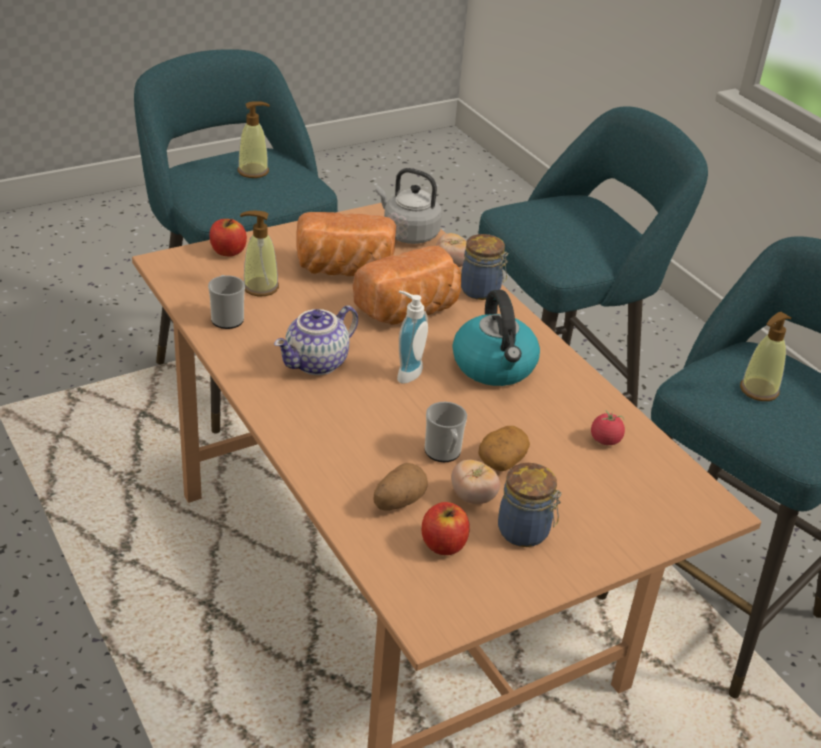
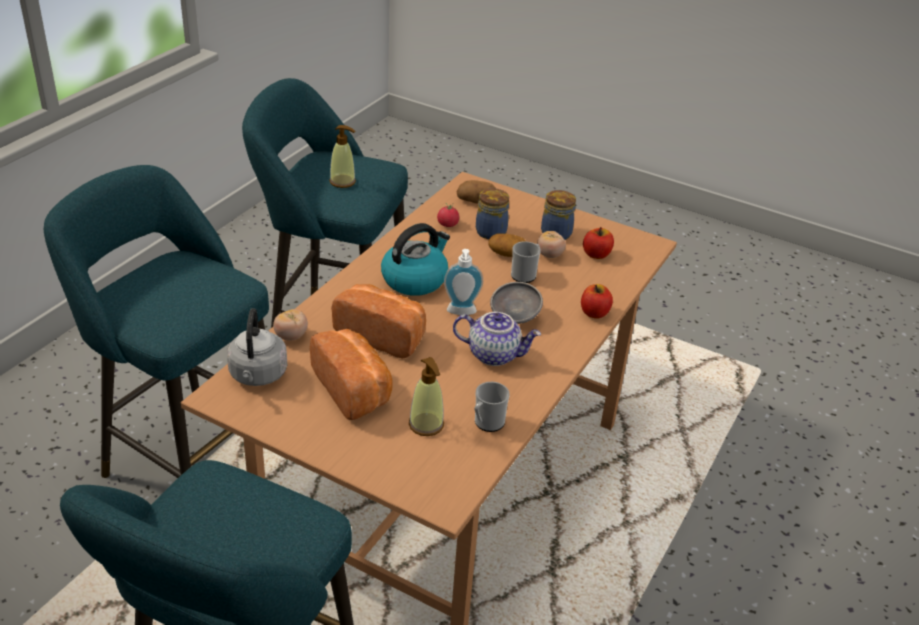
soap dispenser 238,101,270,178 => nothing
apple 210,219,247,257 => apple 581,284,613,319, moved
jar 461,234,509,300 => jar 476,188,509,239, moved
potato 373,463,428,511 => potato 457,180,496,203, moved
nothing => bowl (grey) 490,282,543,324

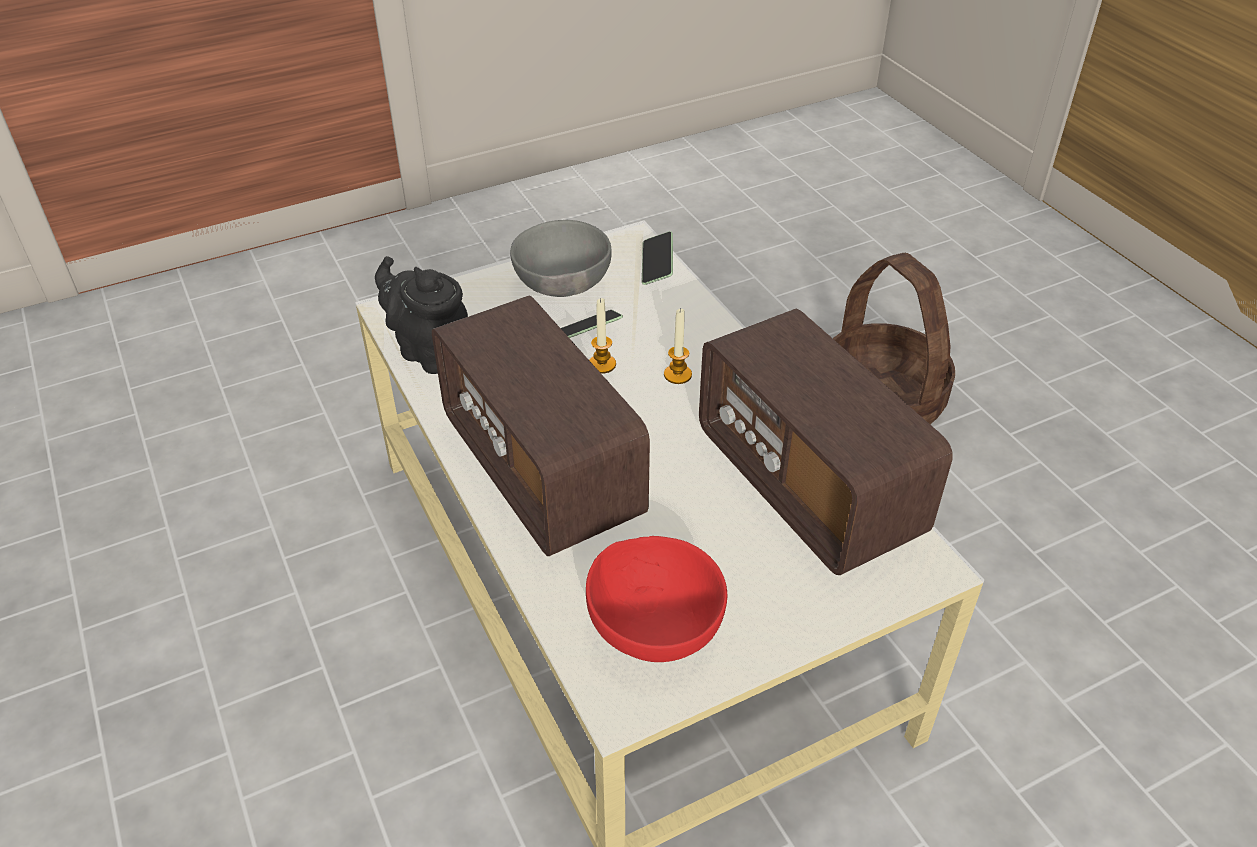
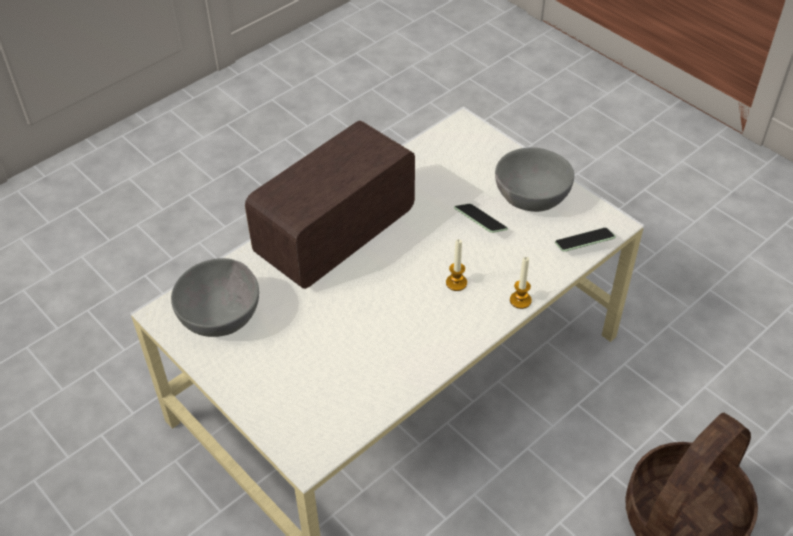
teapot (black) 375,256,468,374 => nothing
candle 589,298,616,374 => candle 510,257,532,309, moved
radio 699,308,953,575 => nothing
bowl (red) 586,536,727,662 => bowl (grey) 171,258,259,337

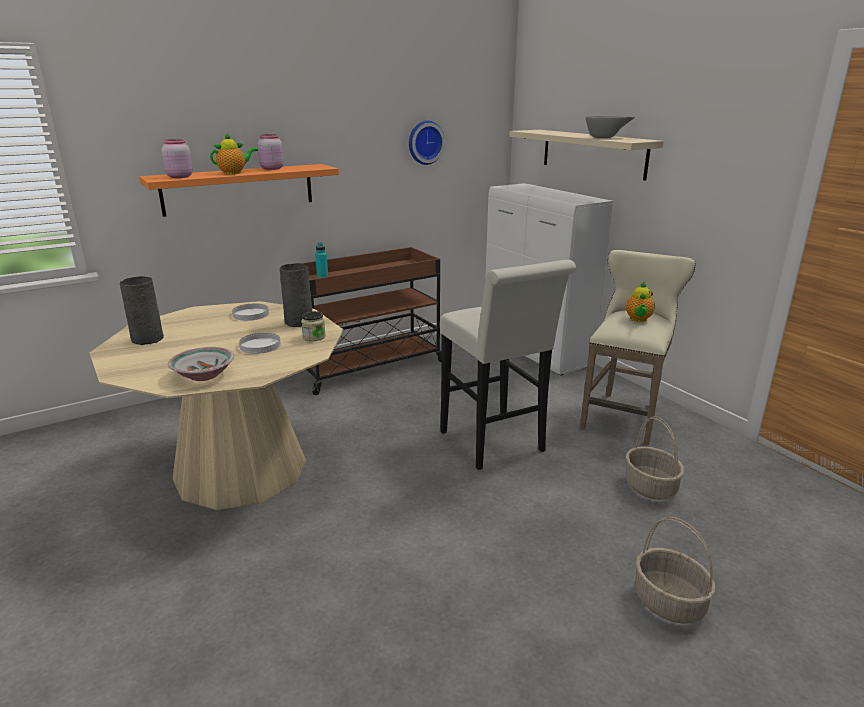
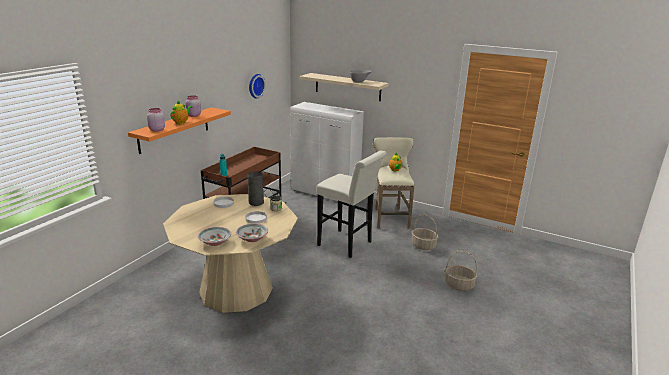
vase (grey) 120,276,164,345 => nothing
nothing => bowl 198,227,231,246

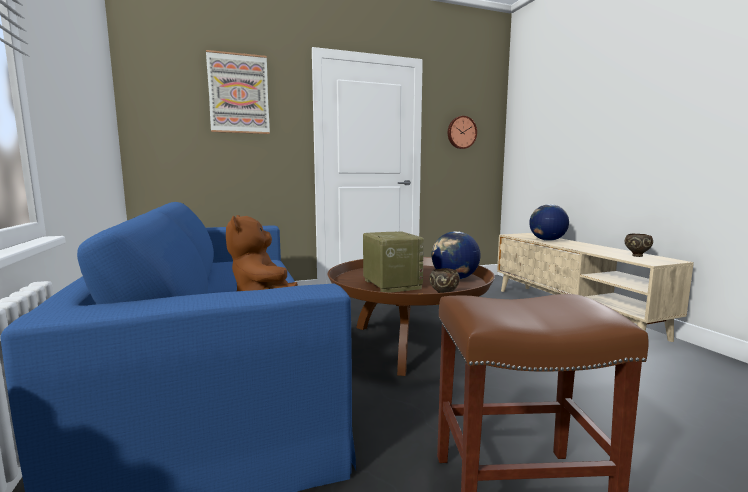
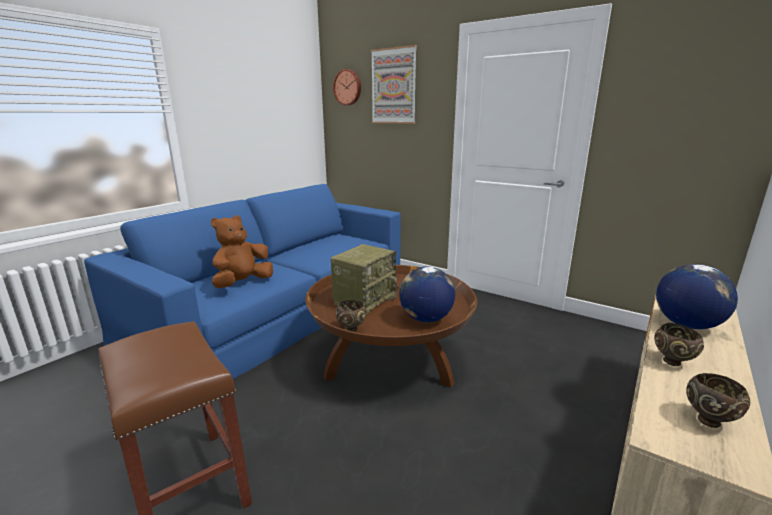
wall clock 448,116,477,149 => wall clock 333,69,361,105, moved
nothing => bowl (brown) 654,323,704,366

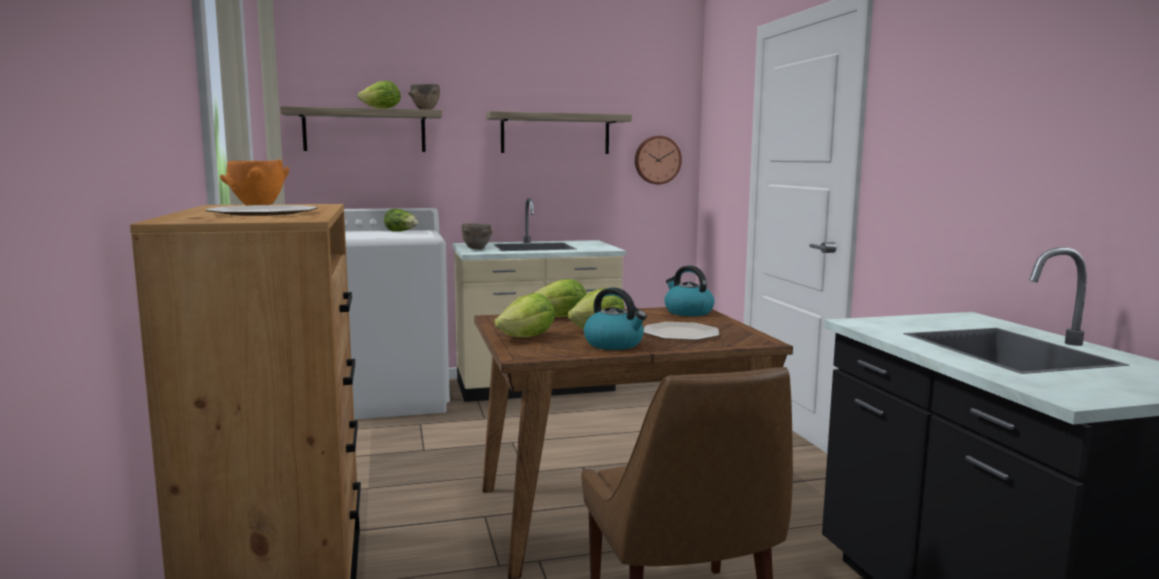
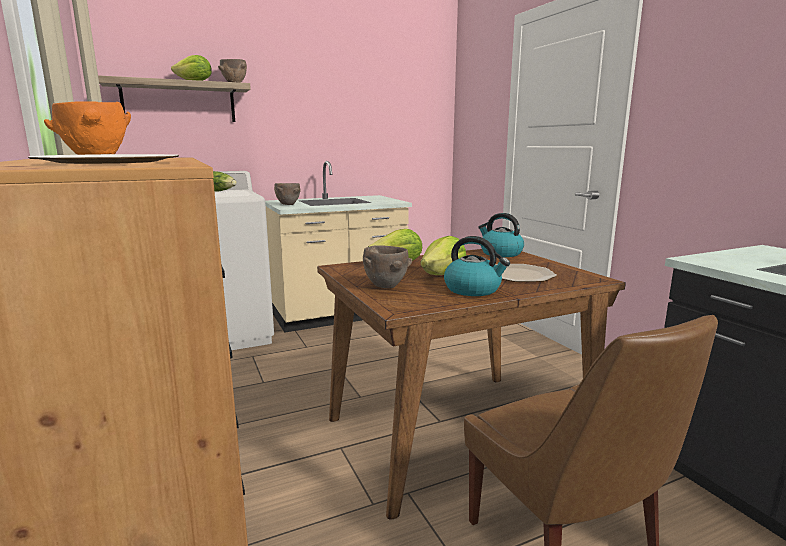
shelf 486,111,632,154 => nothing
wall clock 635,136,682,184 => nothing
lettuce 494,293,555,337 => bowl (brown) 363,245,412,288

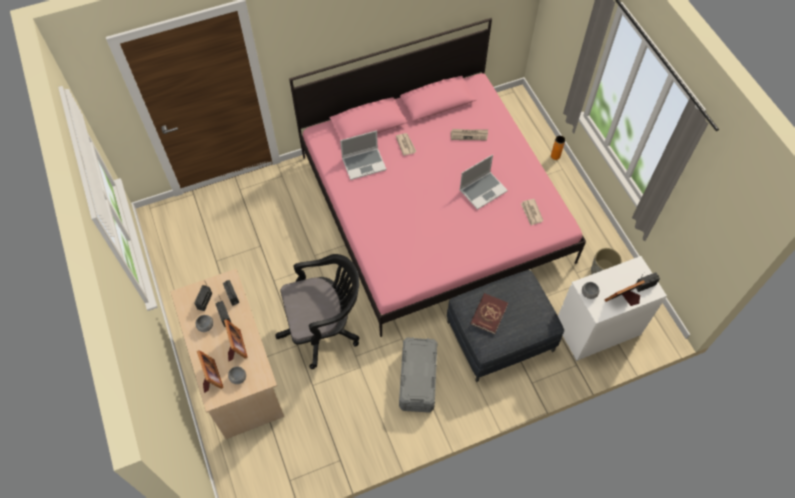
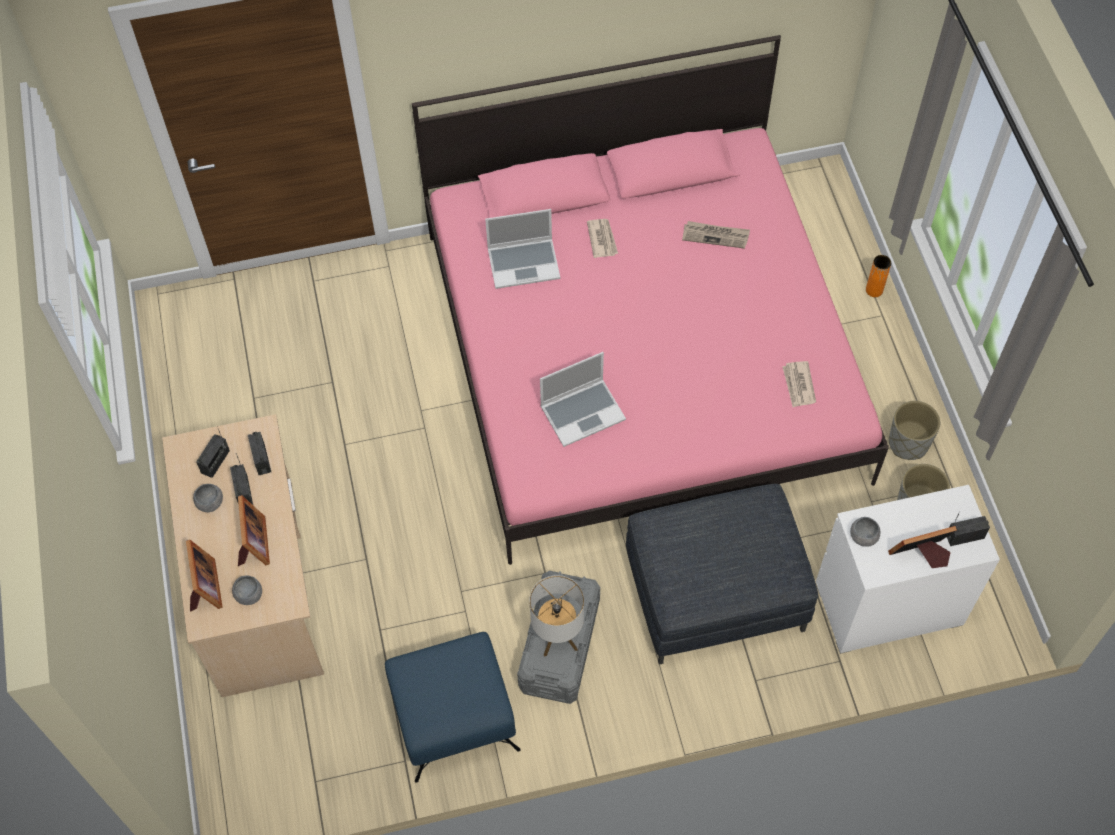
laptop 460,154,508,210 => laptop 540,352,626,447, moved
office chair (black) 276,254,360,369 => nothing
book (red) 471,293,508,334 => nothing
nothing => planter (grey) 889,401,940,460
nothing => table lamp 529,575,584,657
nothing => ottoman (blue) 385,632,520,782

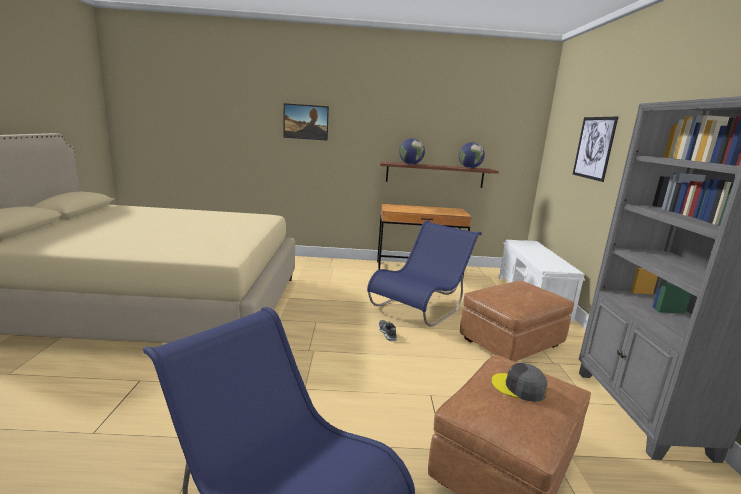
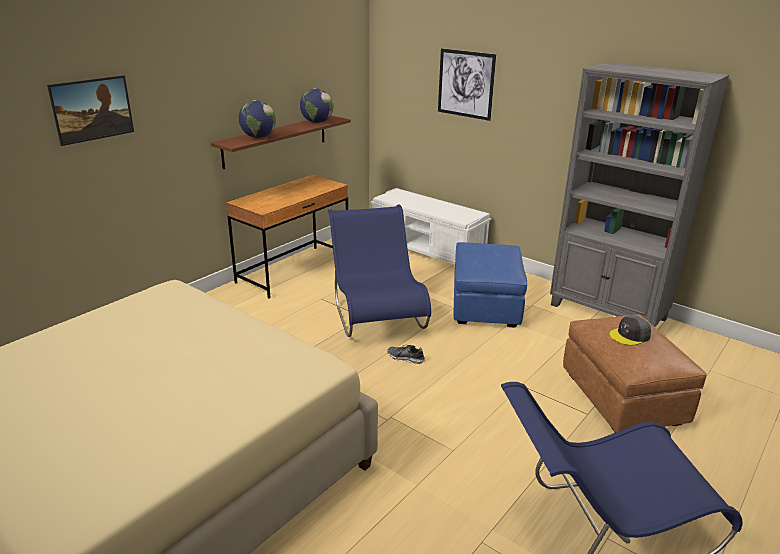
ottoman (brown) 460,281,574,362 => ottoman (blue) 454,242,527,328

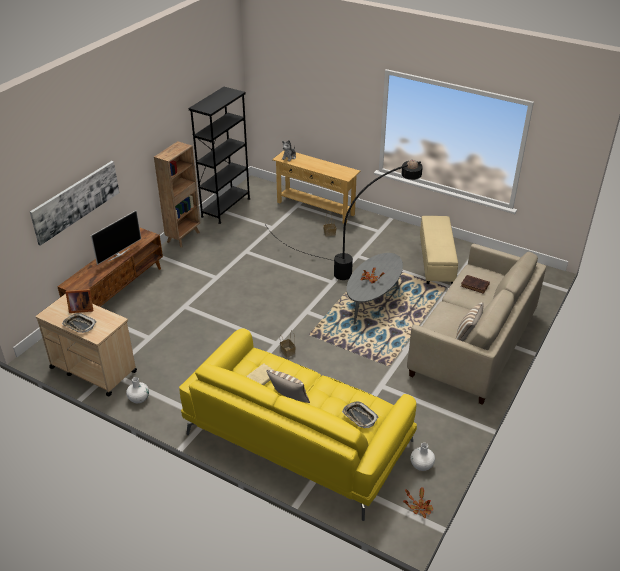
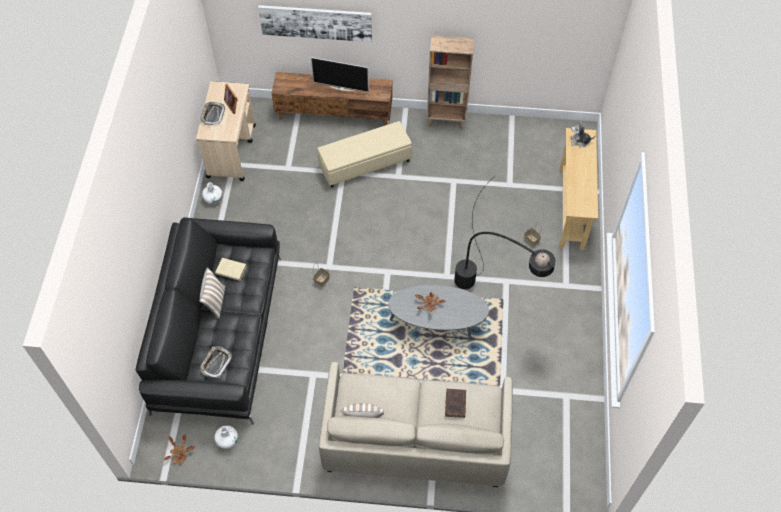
bookcase (black) 188,87,250,224 => nothing
ottoman (beige) 420,216,458,285 => ottoman (beige) 317,121,412,188, moved
sofa (yellow) 179,328,417,521 => sofa (black) 136,217,281,425

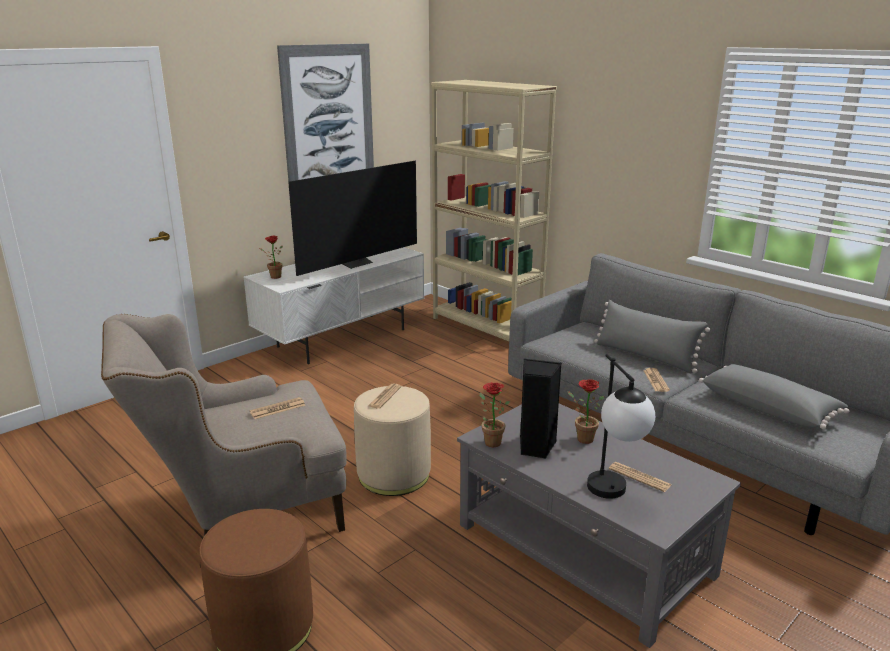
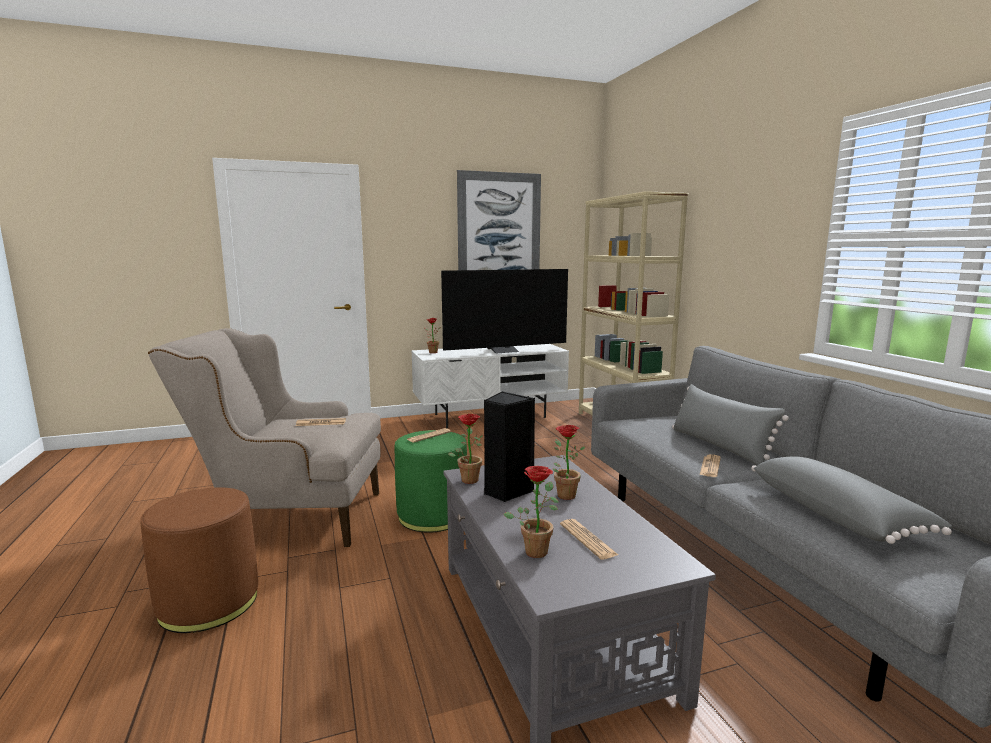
table lamp 587,354,655,499 => potted plant 503,466,559,558
ottoman (beige) 354,386,431,496 => ottoman (green) 395,430,467,533

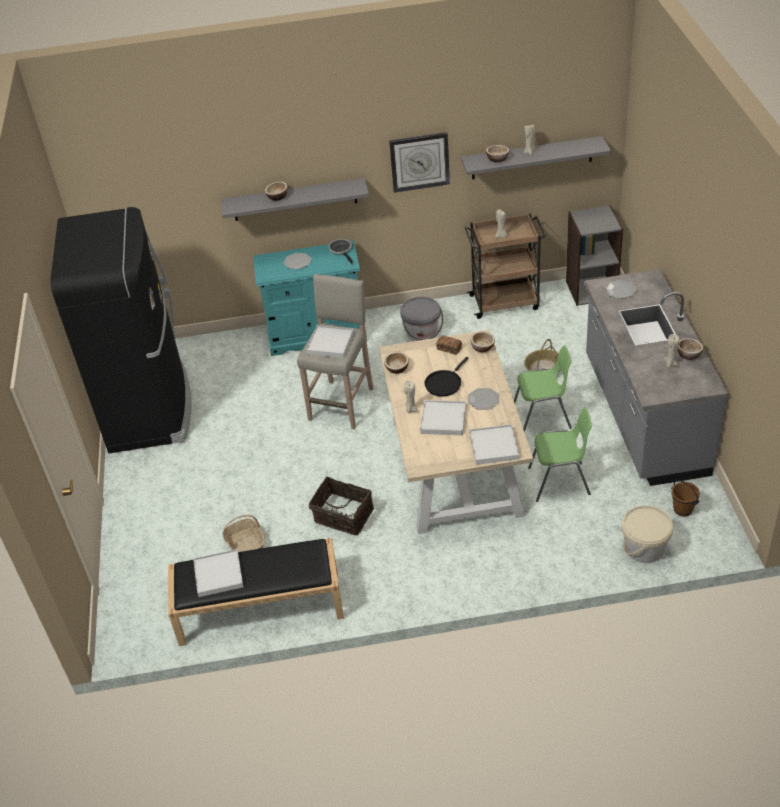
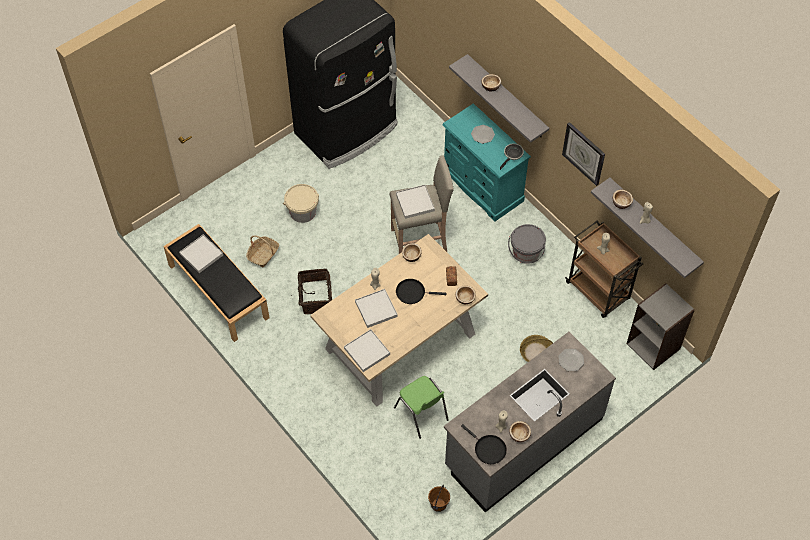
chair (green) 514,345,572,432 => nothing
plate 468,388,499,409 => nothing
bucket (beige) 621,505,673,563 => bucket (beige) 283,184,319,223, moved
nothing => frying pan (black) 461,424,507,464

